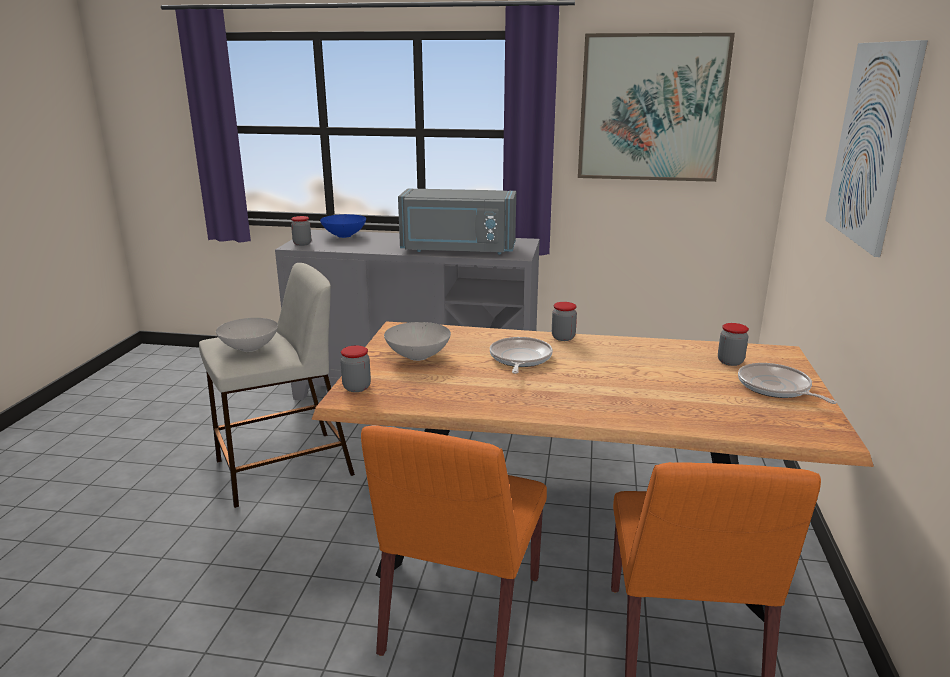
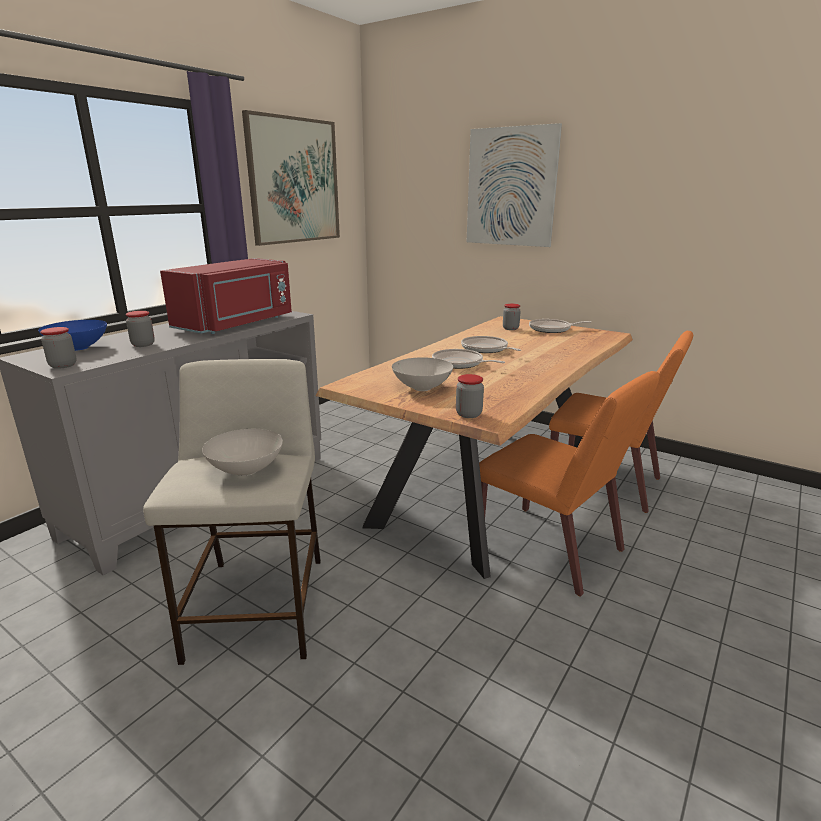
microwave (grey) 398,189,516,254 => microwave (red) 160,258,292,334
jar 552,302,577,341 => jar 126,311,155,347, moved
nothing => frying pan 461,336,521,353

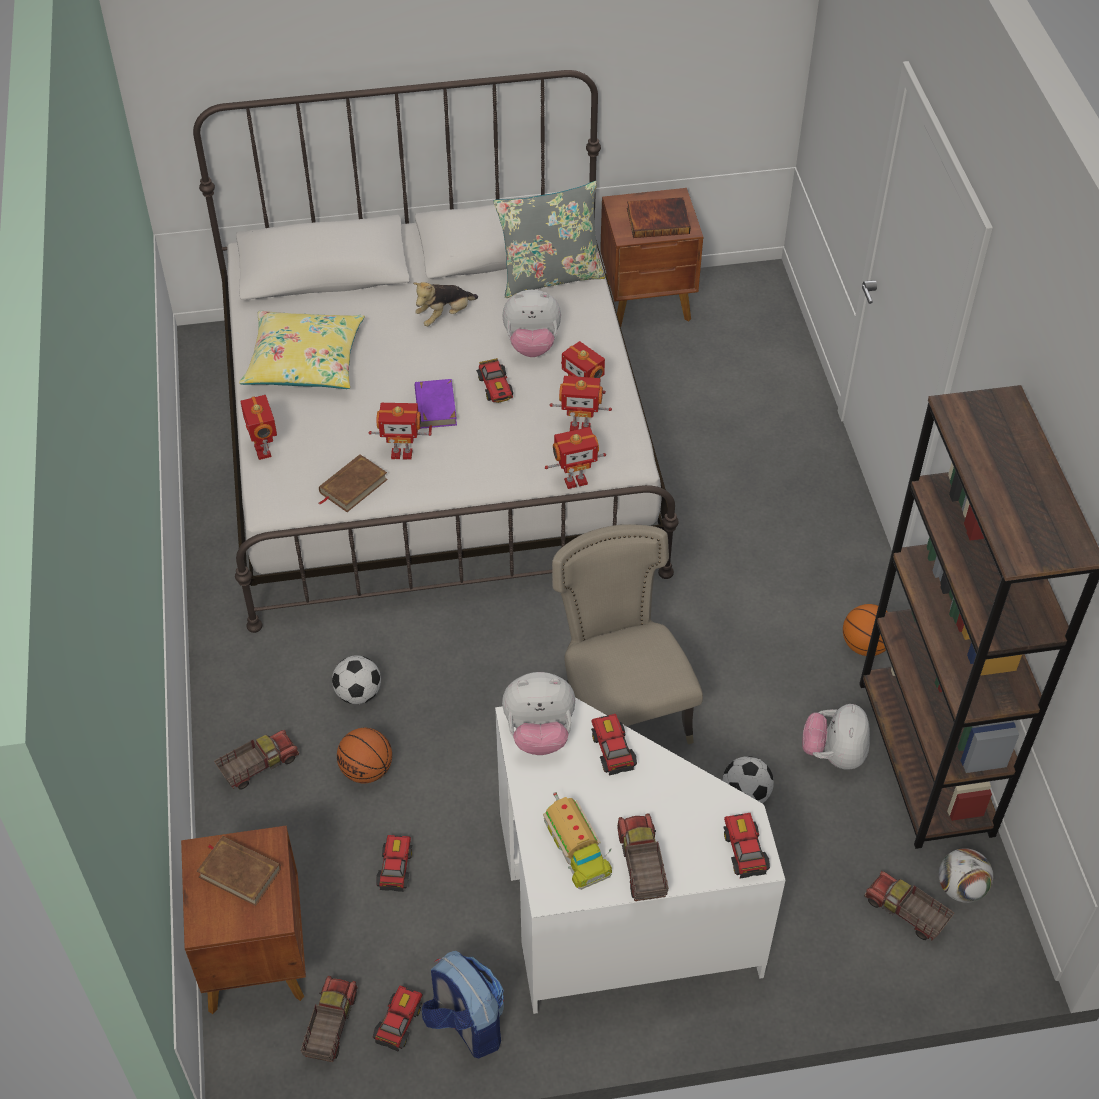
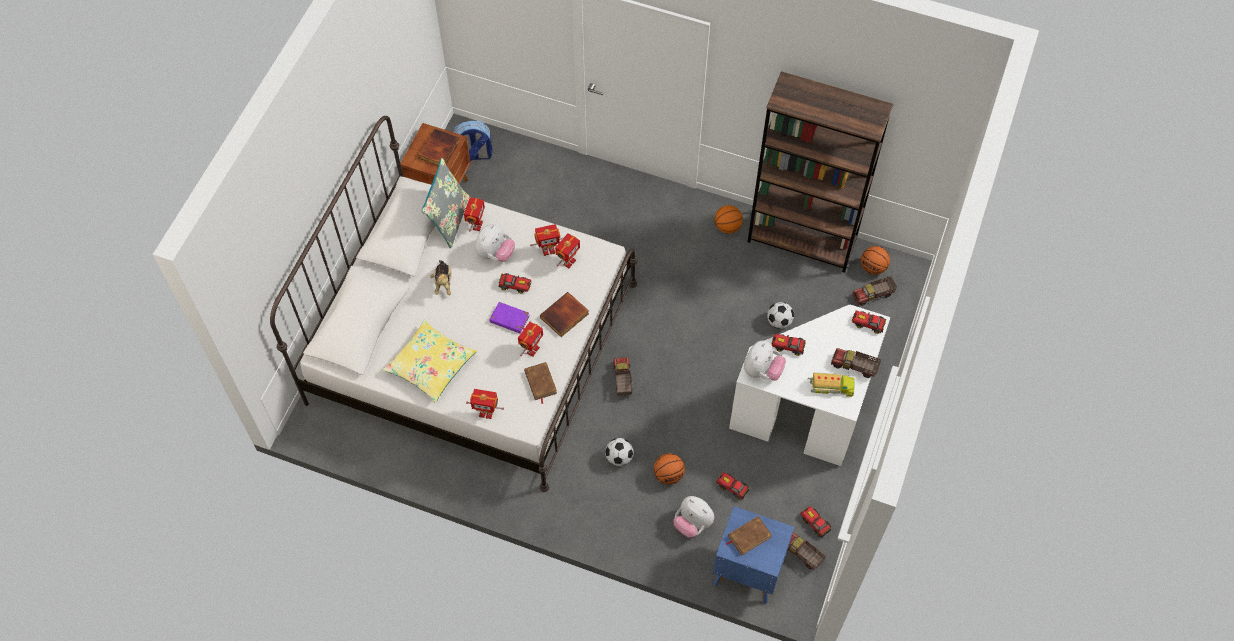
toy robot 545,427,606,489 => toy robot 464,197,485,232, moved
chair (beige) 552,524,703,744 => nothing
plush toy 802,704,870,770 => plush toy 673,496,714,538, moved
toy truck 214,730,299,789 => toy truck 613,357,632,396, moved
nightstand (brown) 181,826,306,1014 => nightstand (blue) 713,506,794,604
football 939,848,993,903 => basketball 861,246,890,275
backpack 422,951,504,1058 => backpack 454,121,493,162, moved
nothing => book 540,292,589,337

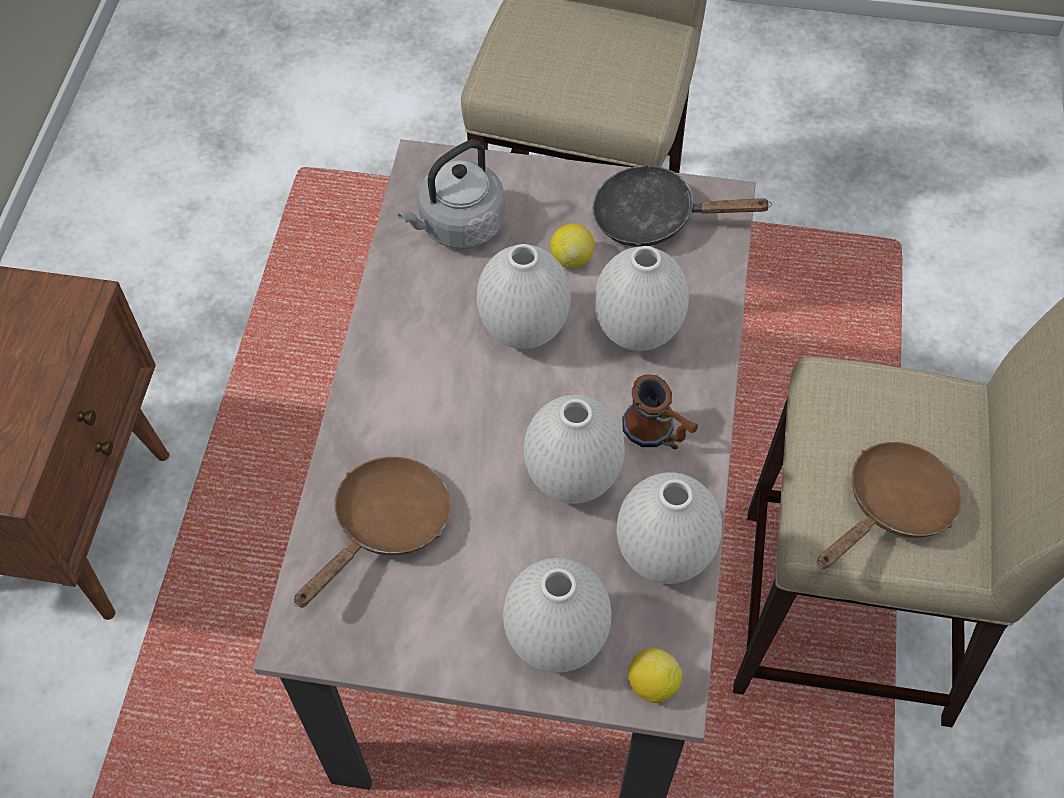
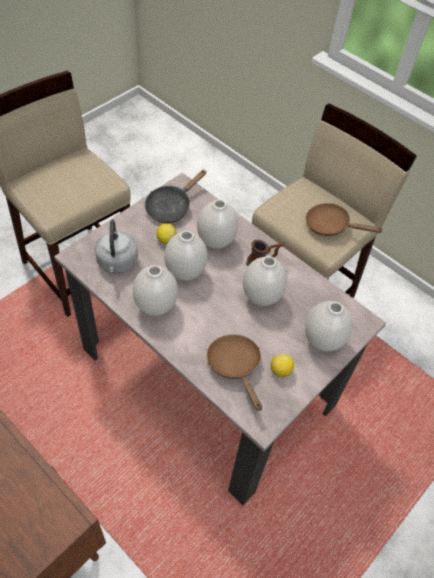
frying pan (brown) 817,442,962,569 => frying pan (brown) 306,203,383,236, 60 degrees counterclockwise
vase (white) 617,472,722,584 => vase (white) 132,265,178,316, moved
lemon 628,648,682,703 => lemon 271,354,294,377, moved

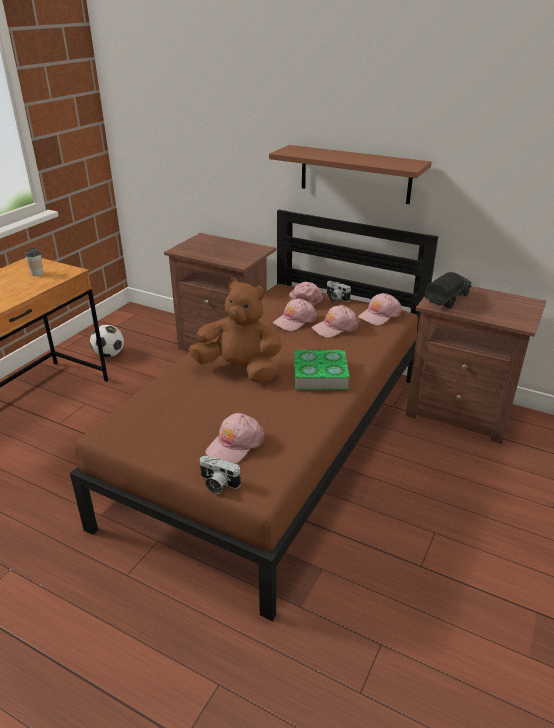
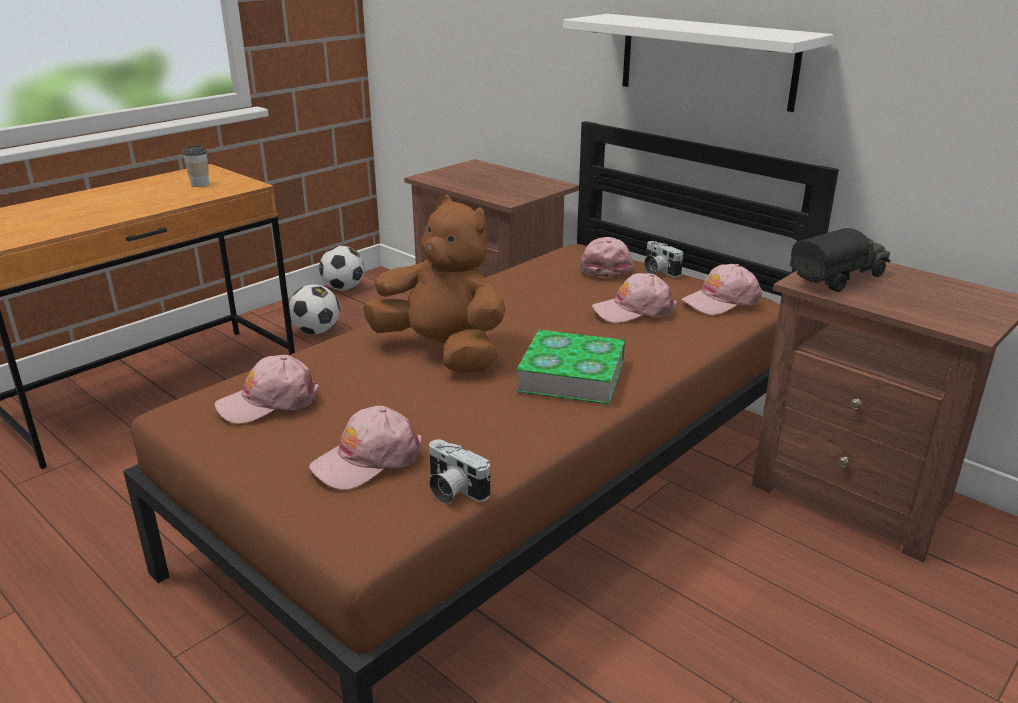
shelf (brown) 269,145,431,204 => shelf (white) 563,14,834,112
cap (pink) 273,299,317,331 => cap (pink) 215,355,319,424, moved
photo camera 199,456,241,494 => photo camera 429,439,490,504, moved
nothing => football 319,246,365,291

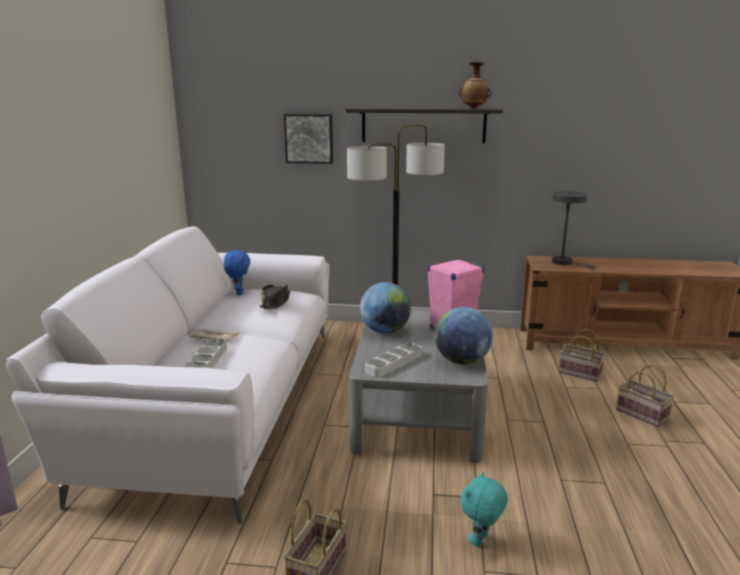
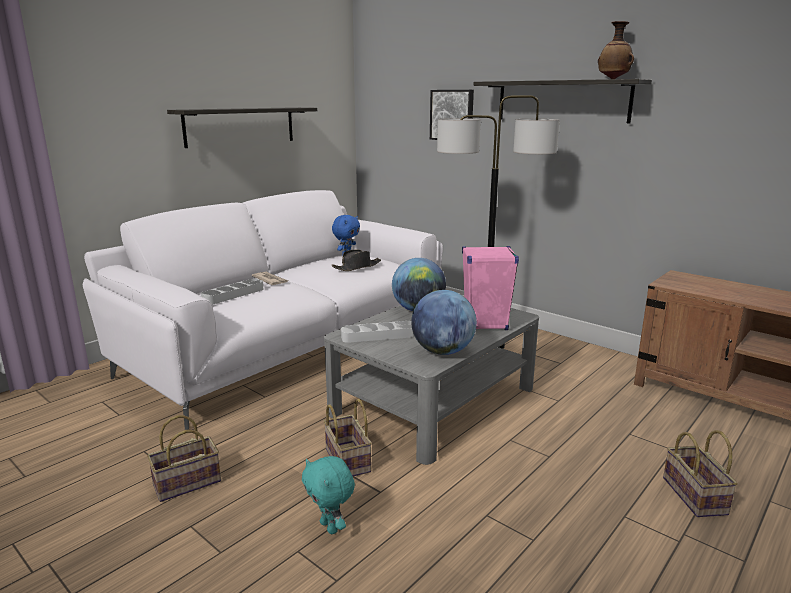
table lamp (grey) 552,191,596,270 => nothing
basket 558,329,606,382 => basket 324,399,372,477, moved
plush toy (turquoise) 461,471,508,547 => plush toy (turquoise) 302,456,355,534, 105 degrees counterclockwise
nothing => shelf 167,107,317,148

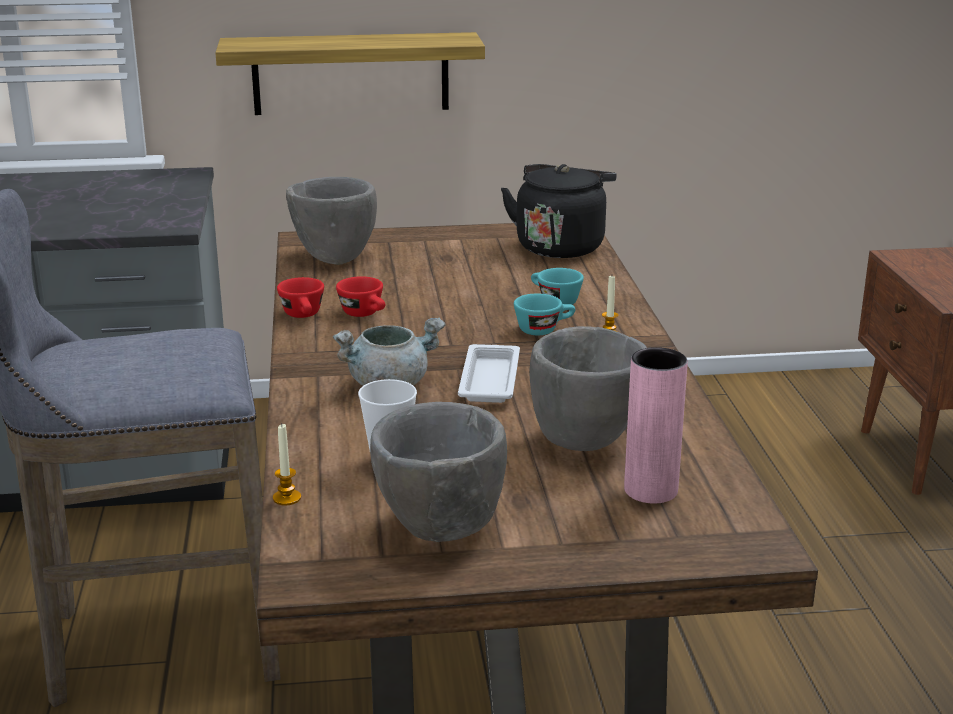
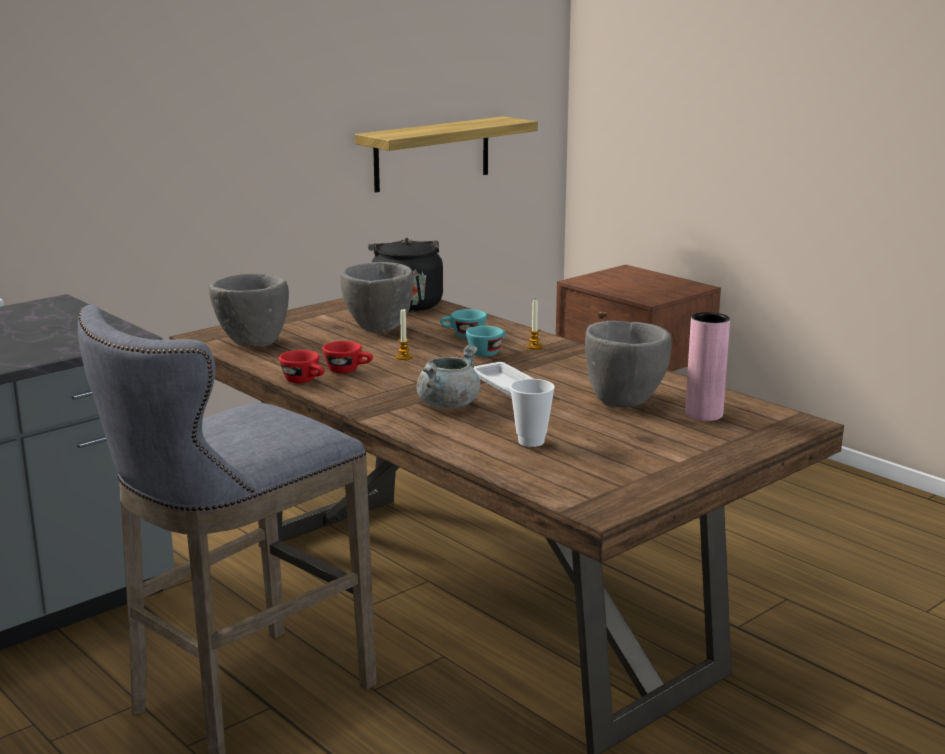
shelf 215,32,485,115 => shelf 355,116,538,192, moved
bowl (grey) 370,402,507,542 => bowl (grey) 340,262,413,333, moved
candle 273,424,301,505 => candle 395,309,413,360, moved

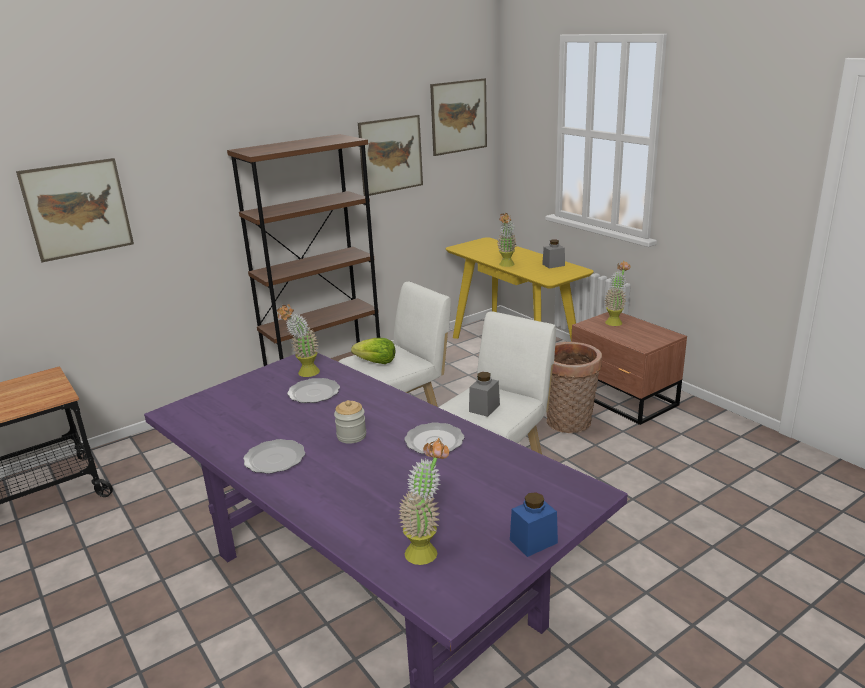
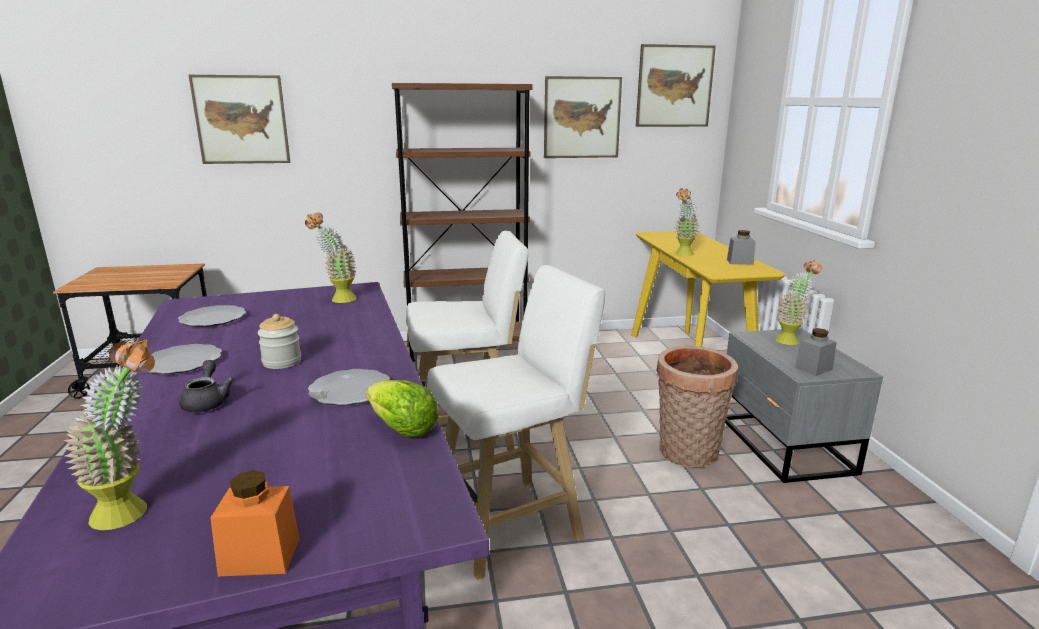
nightstand (brown) 571,312,687,425 => nightstand (grey) 725,328,883,483
lettuce 351,338,396,364 => lettuce 365,380,439,438, moved
jar (grey) 469,372,500,417 => jar (grey) 795,328,837,376, moved
plate 287,378,340,403 => plate 178,305,246,327, moved
jar (blue) 510,492,558,557 => jar (orange) 210,470,300,576
nothing => teapot (grey) 179,360,234,412

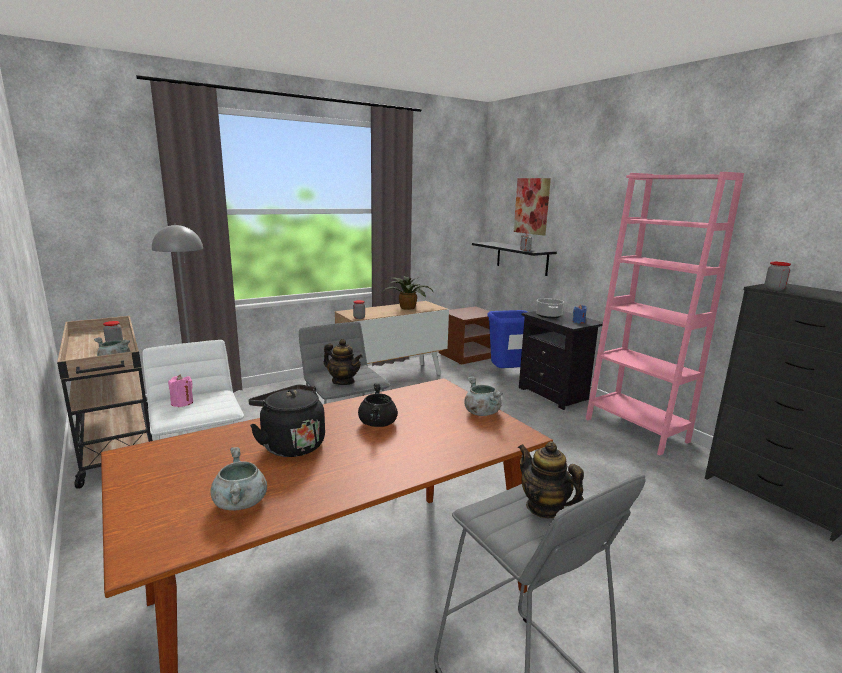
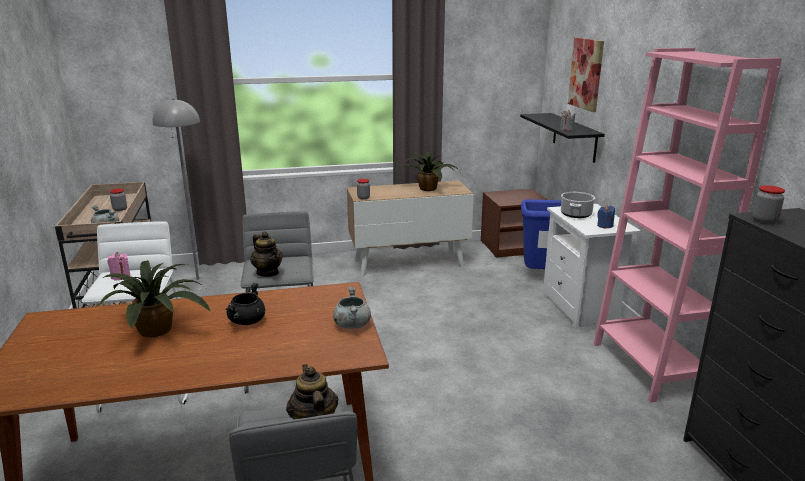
nightstand (black) 519,311,603,410 => nightstand (white) 543,204,641,329
kettle (black) 249,384,325,457 => potted plant 99,260,211,338
cooking pot (grey) 211,447,267,511 => nothing

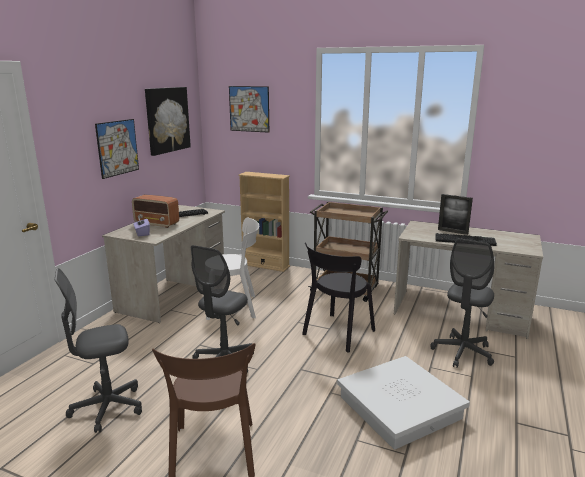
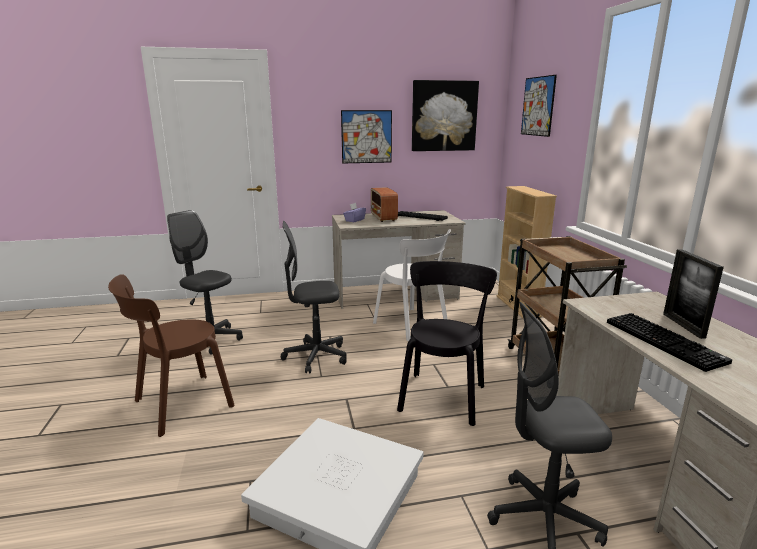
chair (black) 302,243,375,353 => chair (black) 397,261,497,426, 105 degrees clockwise

